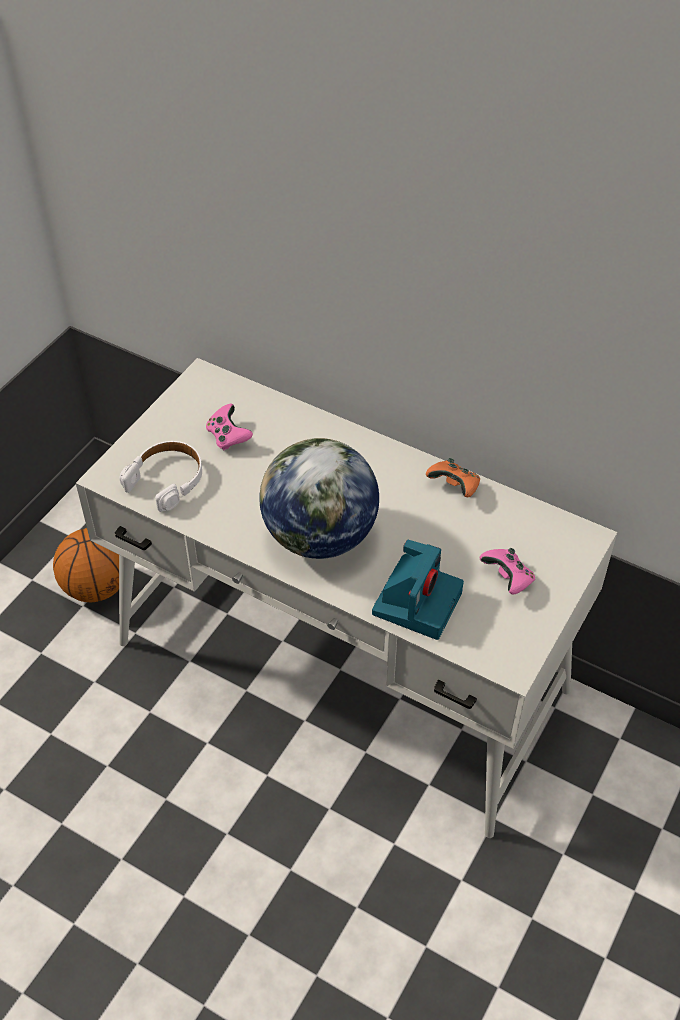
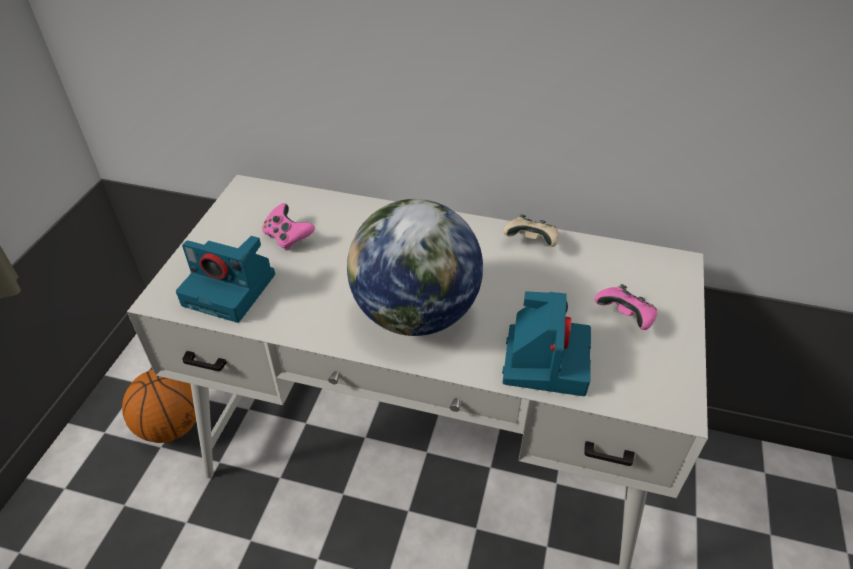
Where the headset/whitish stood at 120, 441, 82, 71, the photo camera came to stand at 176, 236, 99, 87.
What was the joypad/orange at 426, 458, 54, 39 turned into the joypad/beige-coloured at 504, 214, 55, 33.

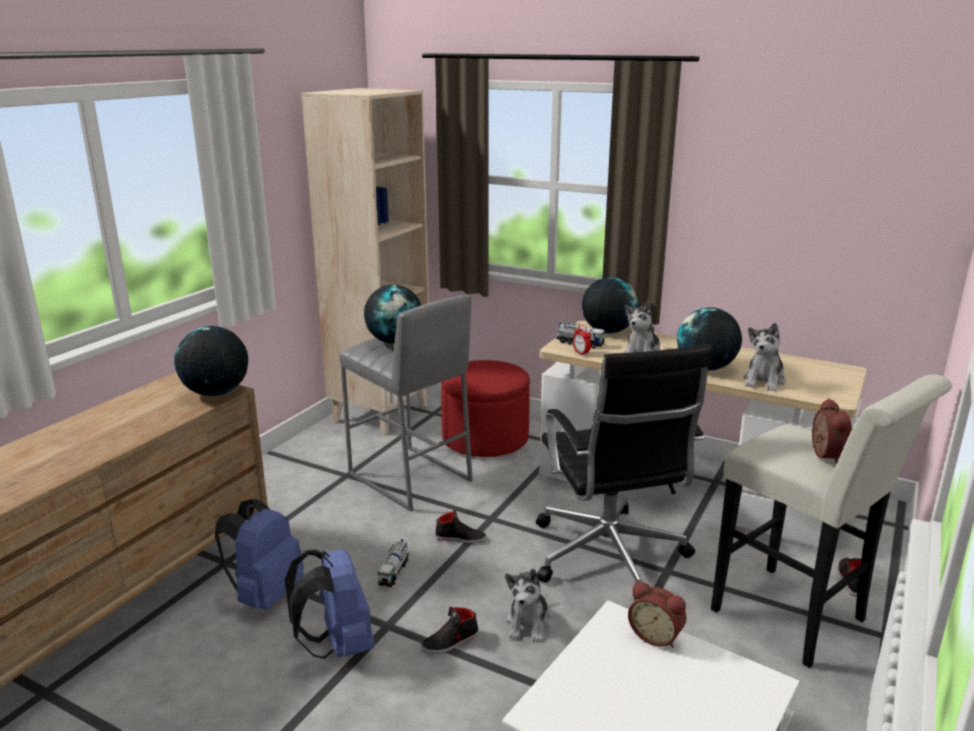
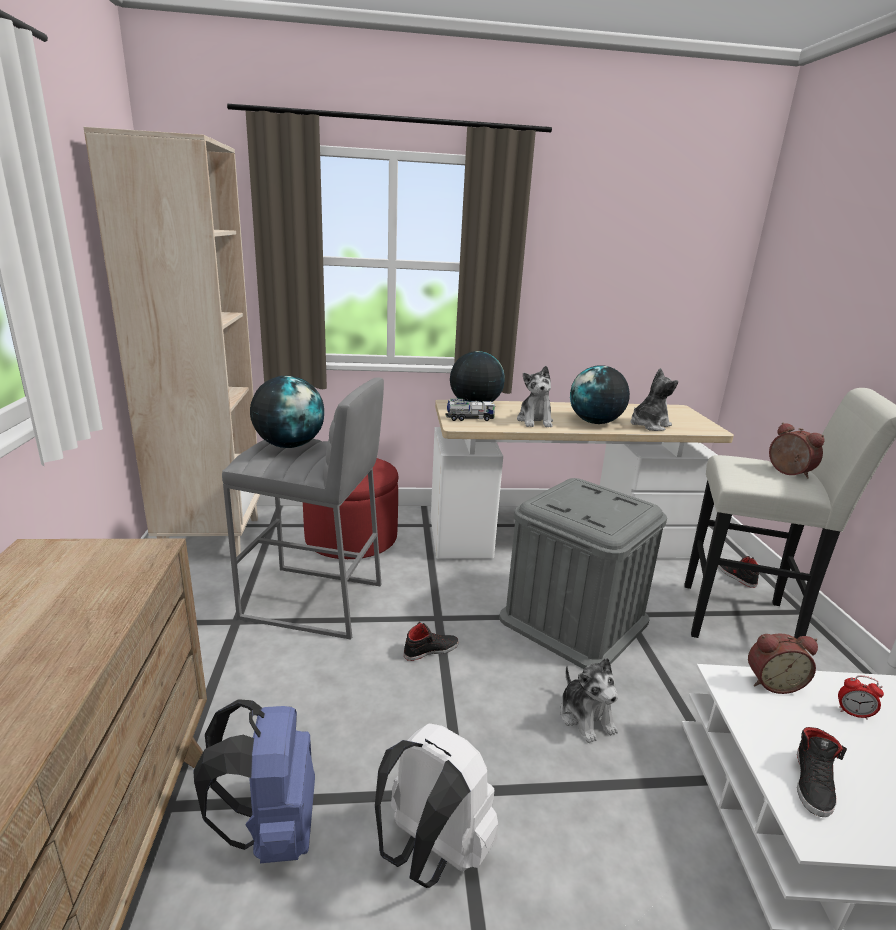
The plush toy at 743, 323, 43, 68 ended up facing another way, 120 degrees counterclockwise from before.
The alarm clock ended up elsewhere, having gone from 573, 325, 18, 31 to 838, 675, 46, 45.
The second view lost the desk globe at 174, 326, 74, 70.
Where the office chair/black stood at 536, 344, 176, 256, the storage bin/greyish came to stand at 499, 478, 168, 191.
The second view lost the model truck at 378, 539, 31, 48.
What was the knapsack/bluish at 285, 549, 89, 110 turned into the knapsack/whitish at 375, 723, 123, 165.
The shoe/black ended up elsewhere, having gone from 421, 607, 57, 47 to 797, 727, 50, 90.

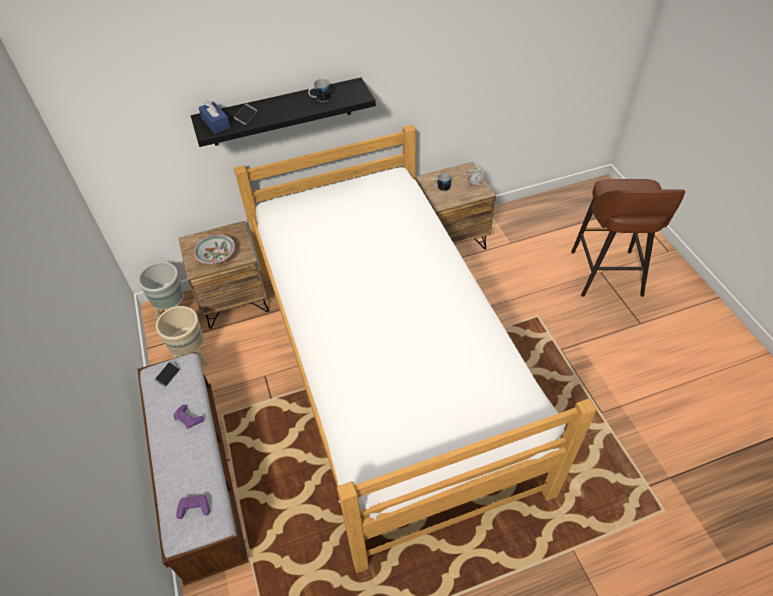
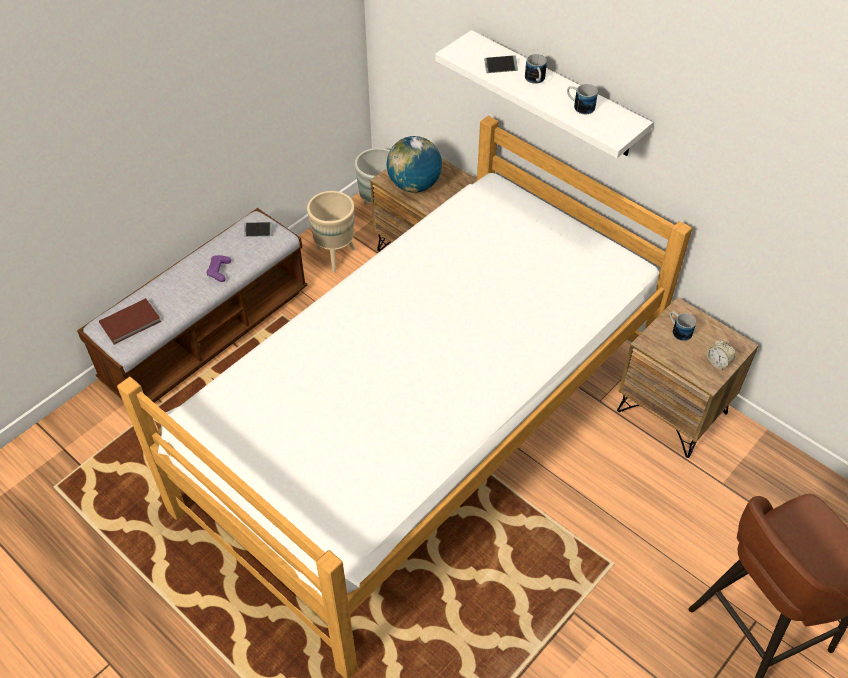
What was the bracket shelf/black at 191, 77, 185, 70 turned into the bracket shelf/whitish at 435, 30, 218, 128.
The second view lost the tissue holder/bluish at 198, 100, 32, 34.
Where the bowl stood at 194, 234, 41, 30, the desk globe came to stand at 386, 136, 56, 57.
Where the joypad/purple-coloured stood at 176, 495, 34, 24, the book/brownish came to stand at 99, 298, 62, 47.
The second view gained the tea mug at 525, 54, 22, 30.

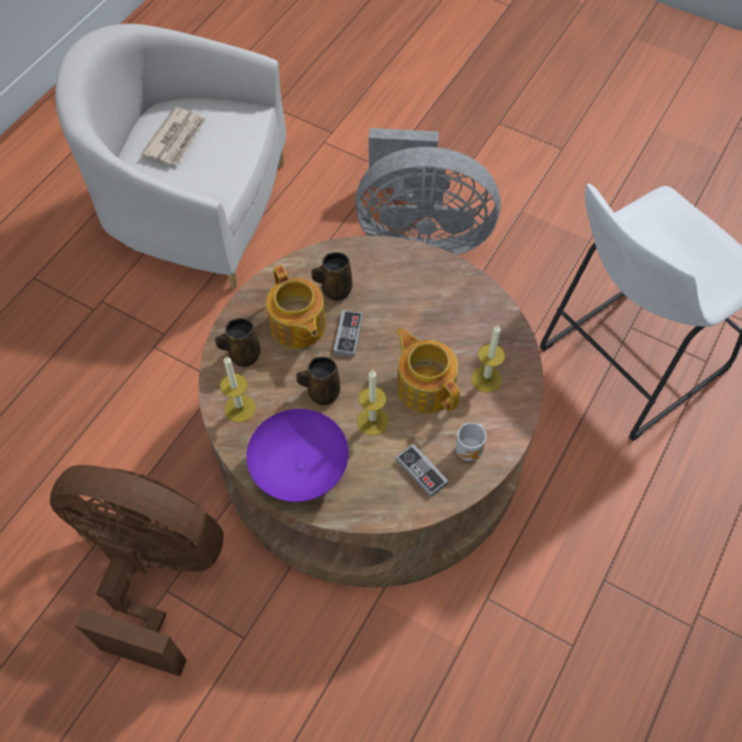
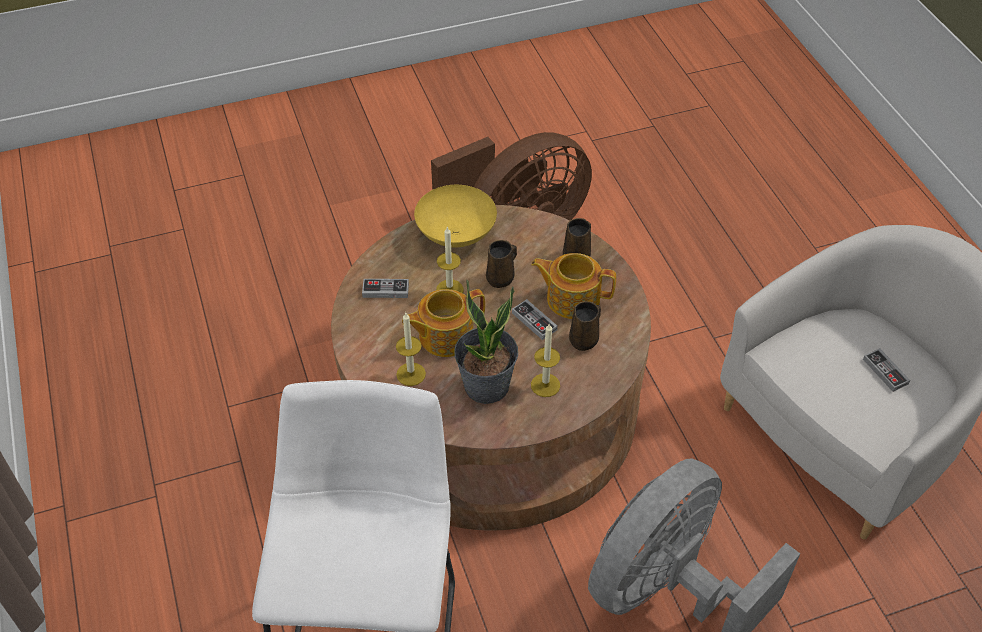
Where the daily paper stood at 141, 107, 65, 58, the joypad came to stand at 863, 348, 47, 44.
The tea pot at 396, 328, 64, 85 ended up facing another way, 150 degrees clockwise from before.
The wax light ended up elsewhere, having gone from 220, 356, 36, 66 to 531, 324, 29, 73.
What was the bowl/purple-coloured at 246, 409, 103, 93 turned into the bowl/yellowish at 414, 185, 83, 62.
The second view lost the tea mug at 456, 423, 30, 38.
The second view gained the houseplant at 455, 280, 63, 124.

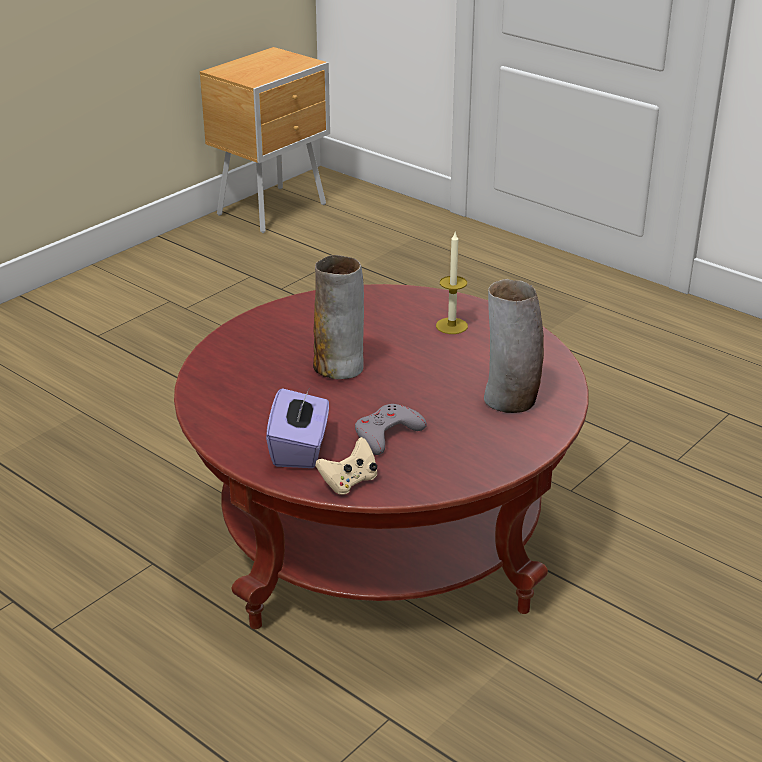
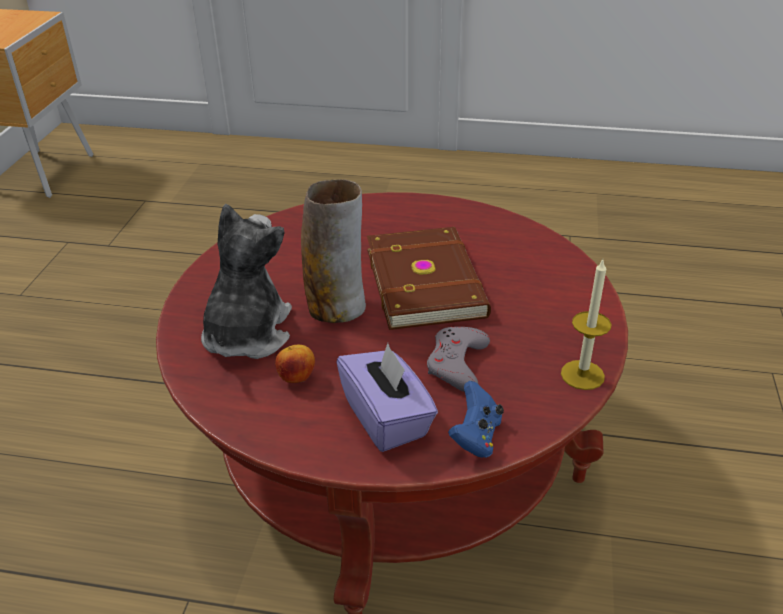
The wax light ended up elsewhere, having gone from 436, 233, 32, 101 to 561, 260, 50, 130.
The second view lost the vase at 484, 279, 60, 134.
What was the joypad/beige-coloured at 315, 437, 62, 58 turned into the joypad/bluish at 448, 381, 56, 77.
The second view gained the plush toy at 201, 204, 91, 155.
The second view gained the book/brownish at 367, 227, 124, 103.
The second view gained the apple fruit at 275, 345, 40, 38.

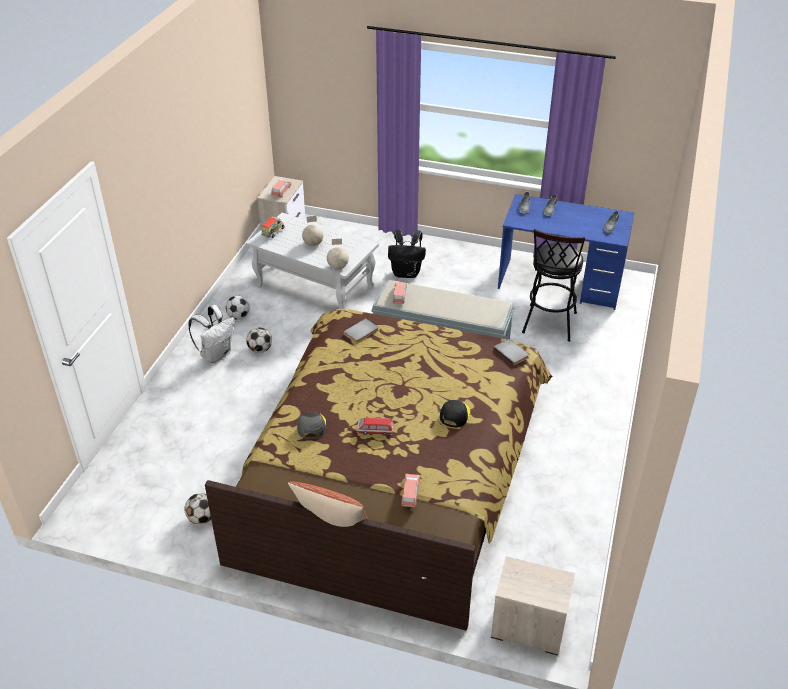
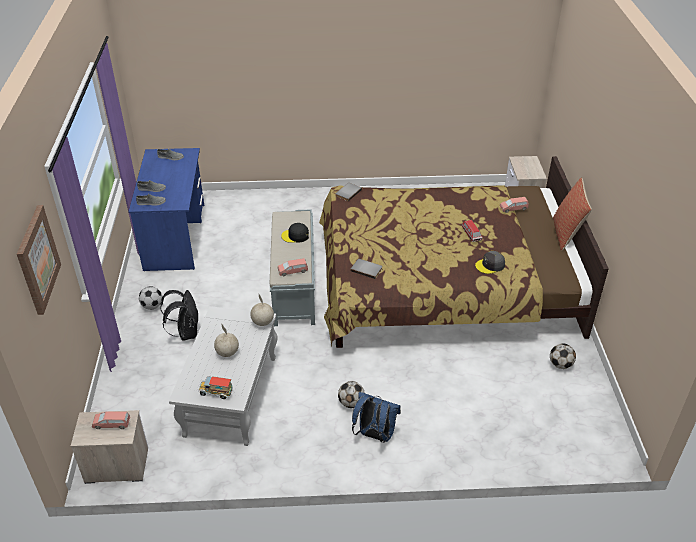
The second view lost the sitting stool/black at 522, 229, 63, 113.
The ball for football ended up elsewhere, having gone from 226, 295, 24, 25 to 139, 286, 23, 24.
What was the knapsack/whitish at 188, 305, 47, 58 turned into the knapsack/bluish at 352, 392, 49, 51.
The cap/black ended up elsewhere, having gone from 440, 400, 30, 27 to 281, 223, 28, 20.
The second view gained the picture at 17, 205, 44, 110.

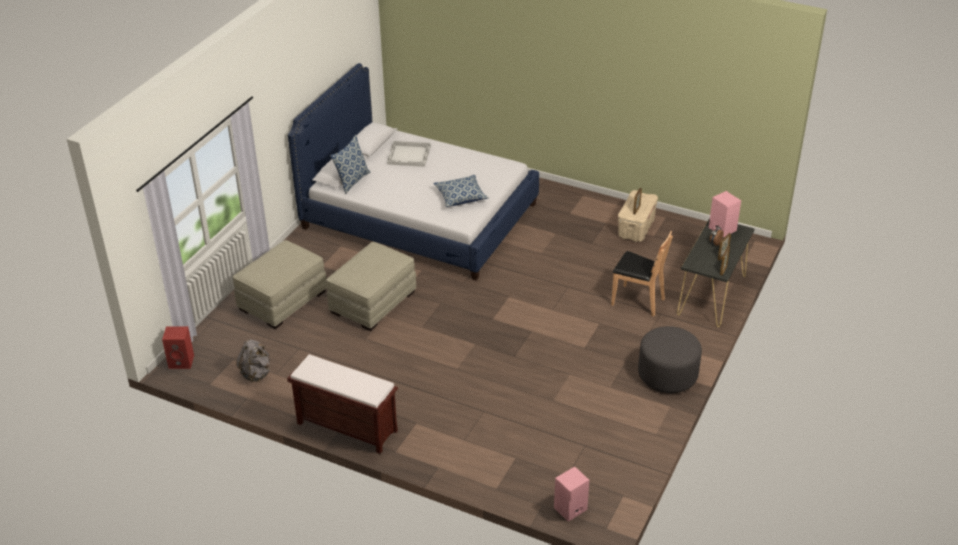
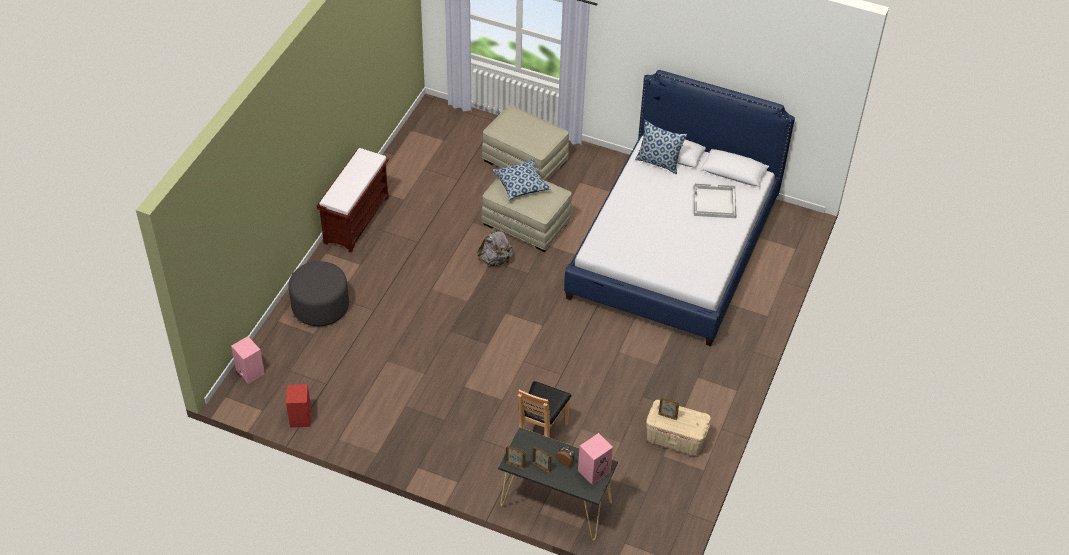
The throw pillow ended up elsewhere, having gone from 433, 175, 56, 32 to 492, 159, 59, 41.
The speaker/red-coloured ended up elsewhere, having gone from 162, 326, 32, 43 to 286, 384, 25, 44.
The ottoman/greyish ended up elsewhere, having gone from 638, 326, 64, 67 to 288, 261, 61, 65.
The knapsack/greyish ended up elsewhere, having gone from 236, 339, 34, 43 to 477, 228, 36, 38.

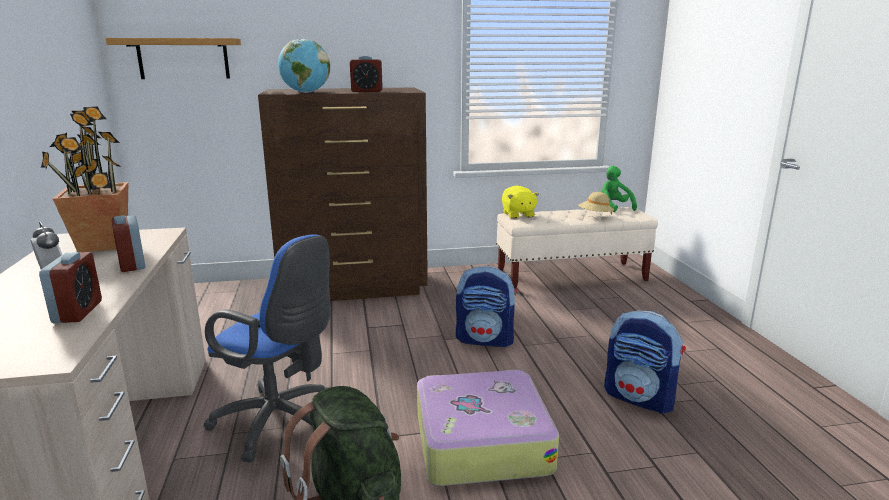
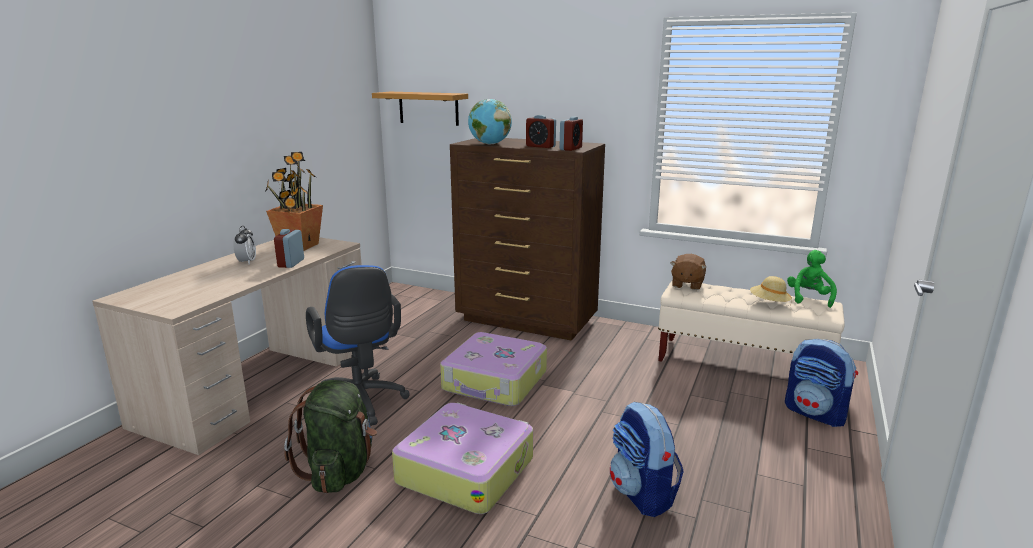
What was the plush toy/yellowish at 502, 186, 37, 33 turned into the plush toy/brownish at 670, 254, 36, 36.
The alarm clock ended up elsewhere, having gone from 39, 252, 63, 71 to 560, 116, 23, 35.
The knapsack ended up elsewhere, having gone from 456, 265, 61, 83 to 785, 339, 73, 88.
The second view gained the piece of luggage at 440, 332, 107, 74.

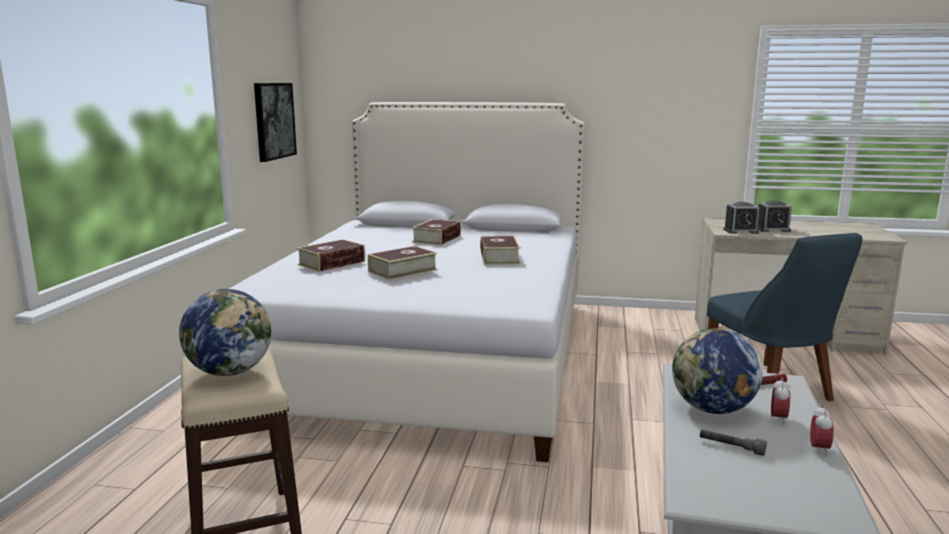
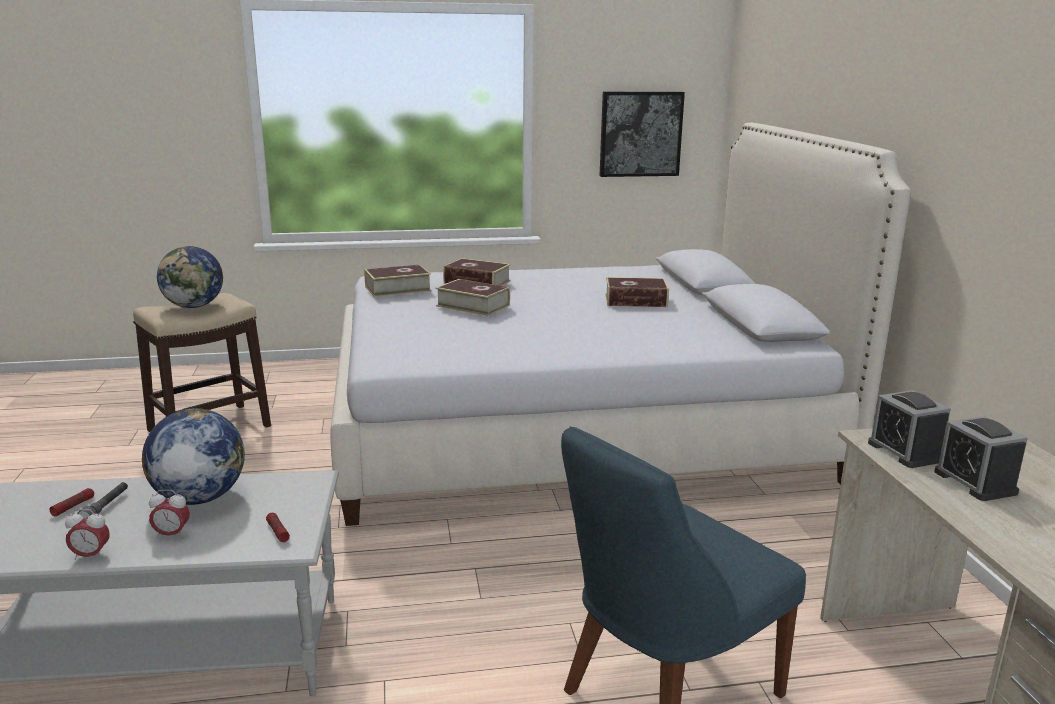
The book ended up elsewhere, having gone from 480, 236, 41, 29 to 364, 265, 67, 32.
The second view gained the flashlight at 50, 488, 44, 28.

